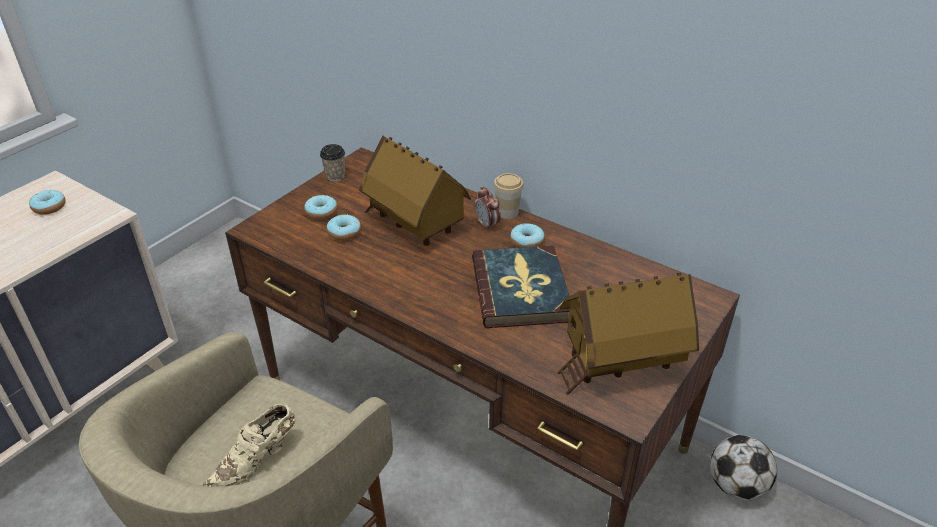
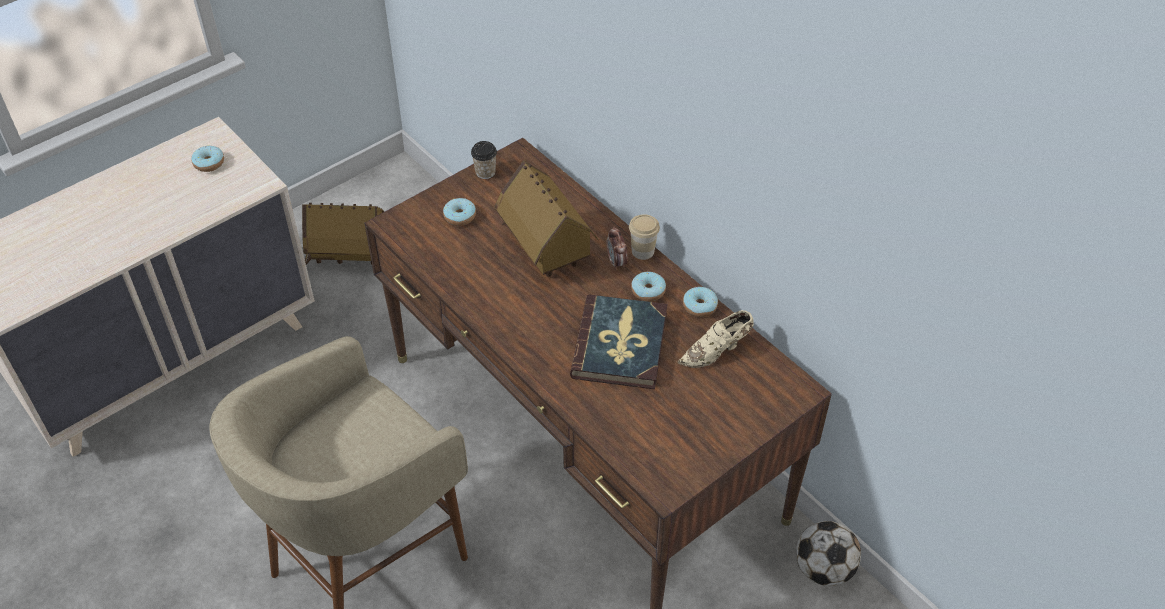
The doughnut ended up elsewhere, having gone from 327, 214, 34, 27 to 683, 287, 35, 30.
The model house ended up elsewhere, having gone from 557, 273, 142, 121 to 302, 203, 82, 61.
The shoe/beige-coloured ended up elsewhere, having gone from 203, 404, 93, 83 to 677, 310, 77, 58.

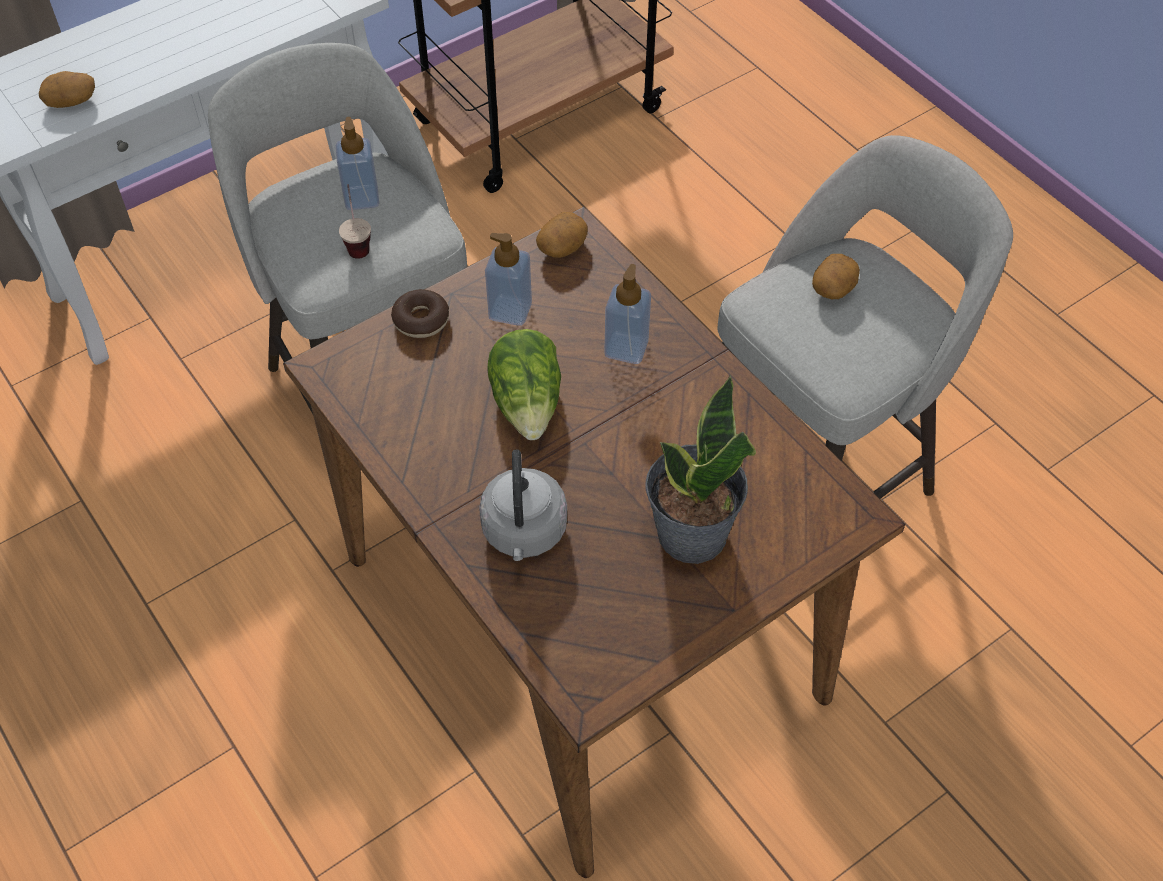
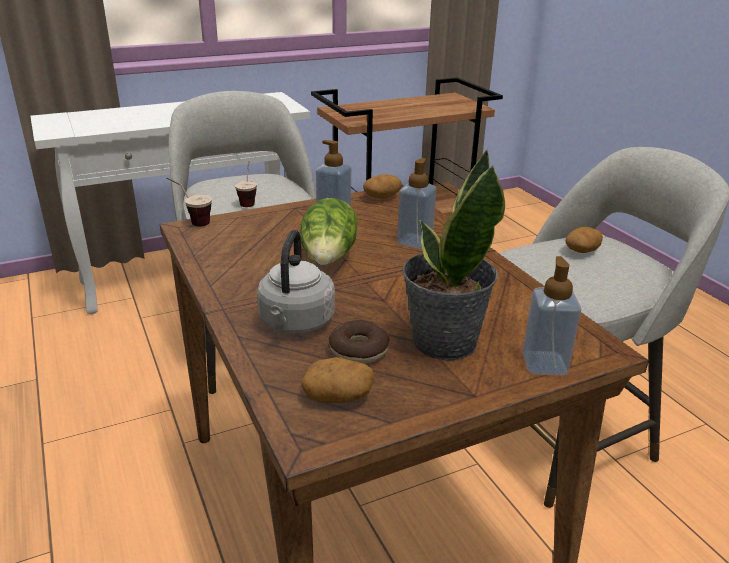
The potato ended up elsewhere, having gone from 39, 71, 56, 37 to 301, 358, 73, 45.
The soap bottle ended up elsewhere, having gone from 336, 117, 43, 93 to 522, 256, 59, 119.
The doughnut ended up elsewhere, having gone from 391, 289, 58, 49 to 329, 320, 61, 44.
The second view gained the drinking cup at 167, 177, 45, 49.

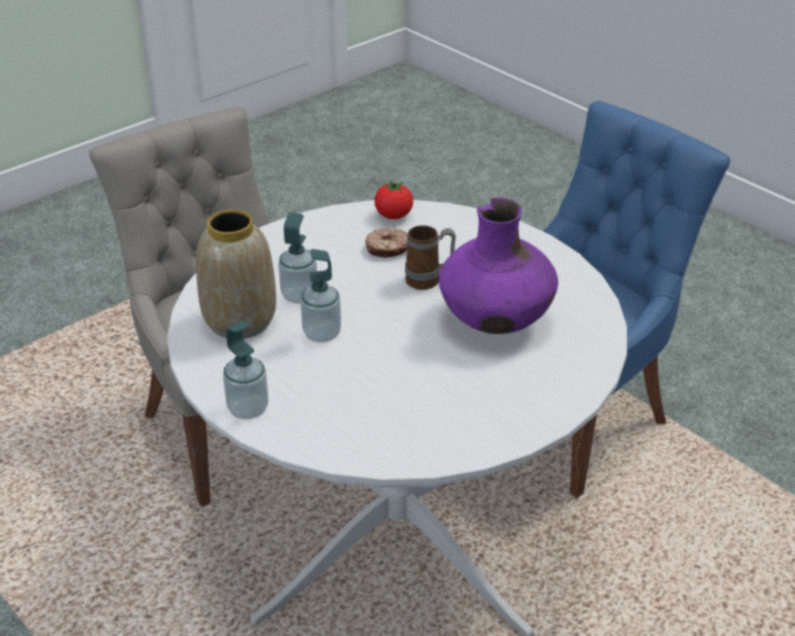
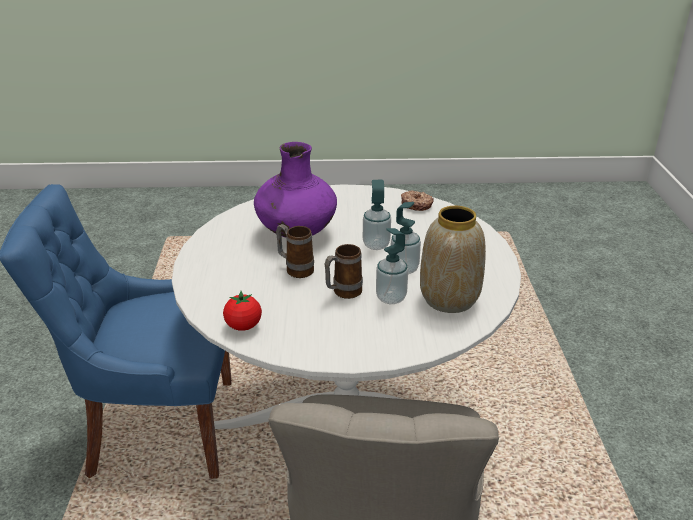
The doughnut ended up elsewhere, having gone from 365, 228, 43, 30 to 401, 190, 33, 21.
The soap bottle ended up elsewhere, having gone from 223, 321, 45, 98 to 363, 180, 28, 70.
The second view gained the tea mug at 325, 244, 38, 55.

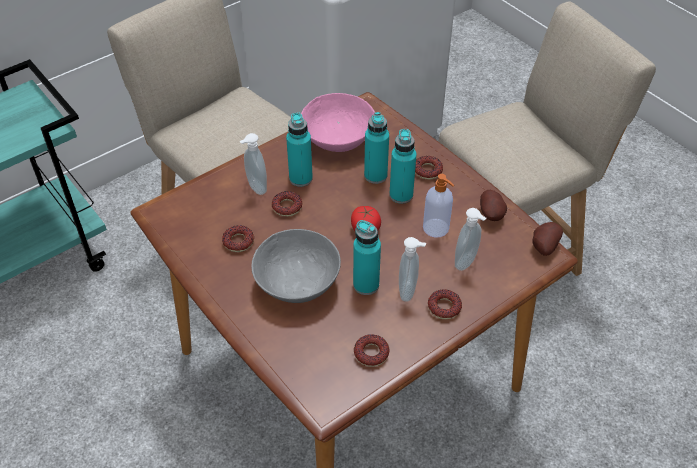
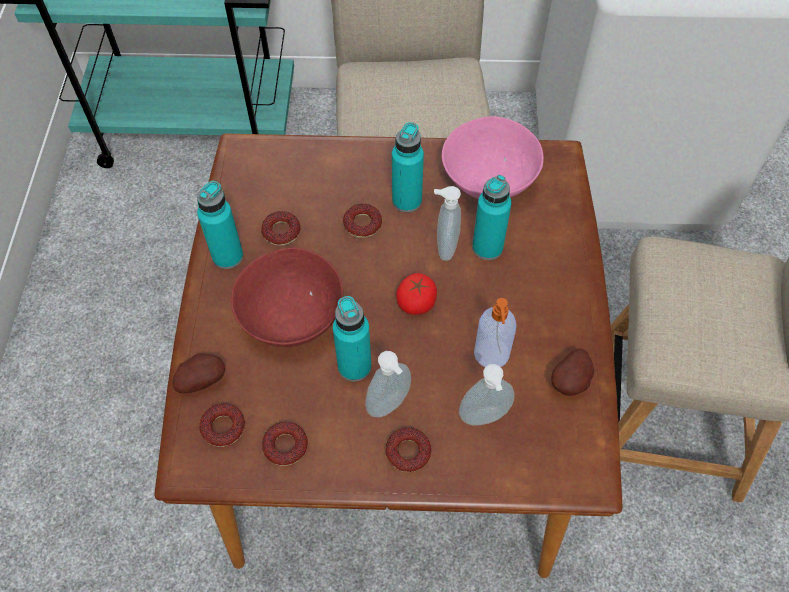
The beverage bottle/turquoise-coloured ended up elsewhere, having gone from 389, 129, 27, 75 to 197, 181, 46, 88.
The soap bottle ended up elsewhere, having gone from 239, 133, 28, 62 to 434, 186, 27, 75.
The doughnut ended up elsewhere, having gone from 415, 156, 28, 24 to 200, 403, 45, 44.
The potato ended up elsewhere, having gone from 532, 222, 31, 34 to 172, 354, 53, 39.
What was the bowl/greyish at 251, 229, 90, 74 turned into the bowl/red-coloured at 231, 248, 112, 99.

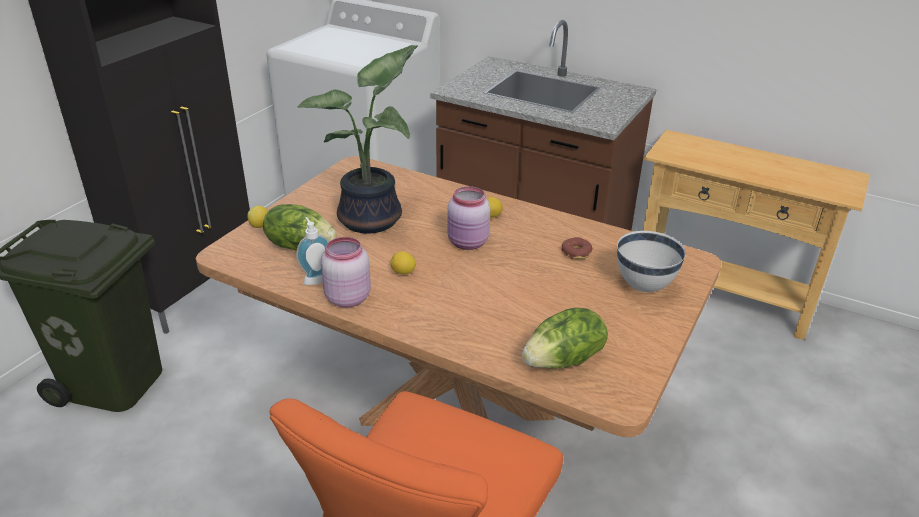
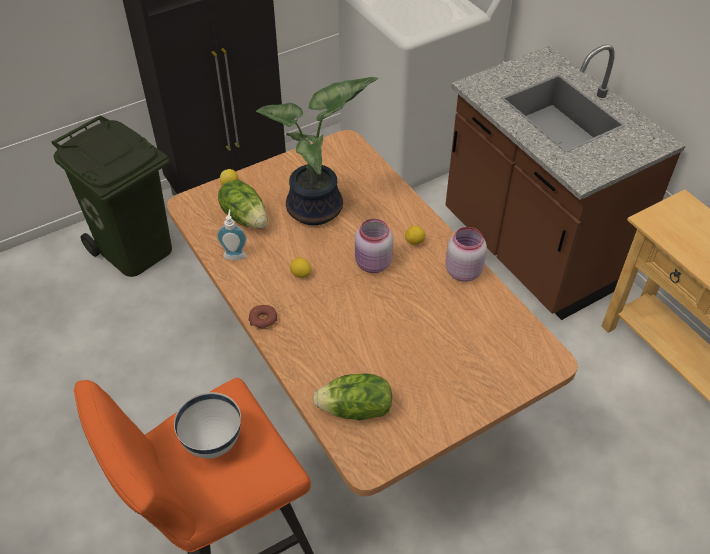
The bowl/whitish ended up elsewhere, having gone from 617, 231, 69, 61 to 174, 392, 67, 67.
The jar/pinkish ended up elsewhere, having gone from 321, 237, 50, 70 to 446, 227, 41, 55.
The doughnut ended up elsewhere, having gone from 561, 237, 31, 22 to 249, 305, 28, 24.

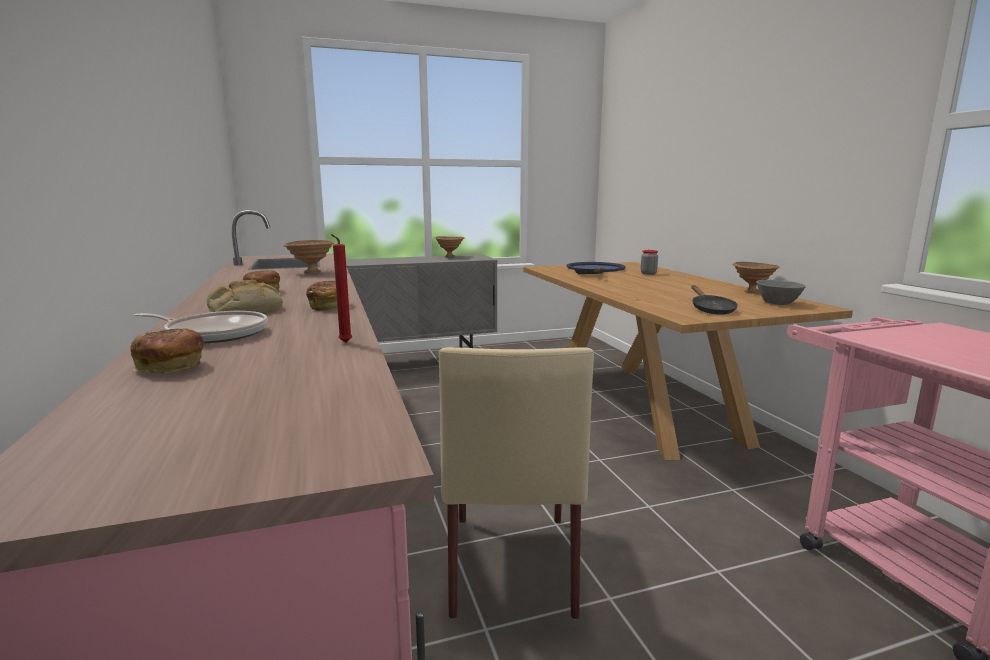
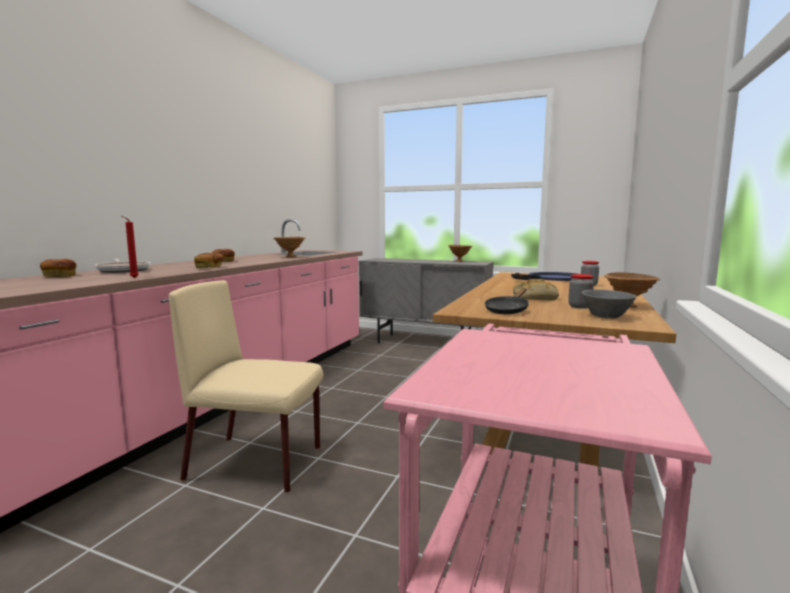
The baked bread ended up elsewhere, having gone from 207, 280, 76, 33 to 513, 279, 46, 22.
The plain chair/beige-coloured at 439, 347, 155, 273 ended up facing another way, 60 degrees clockwise from before.
The second view gained the jar at 568, 274, 26, 35.

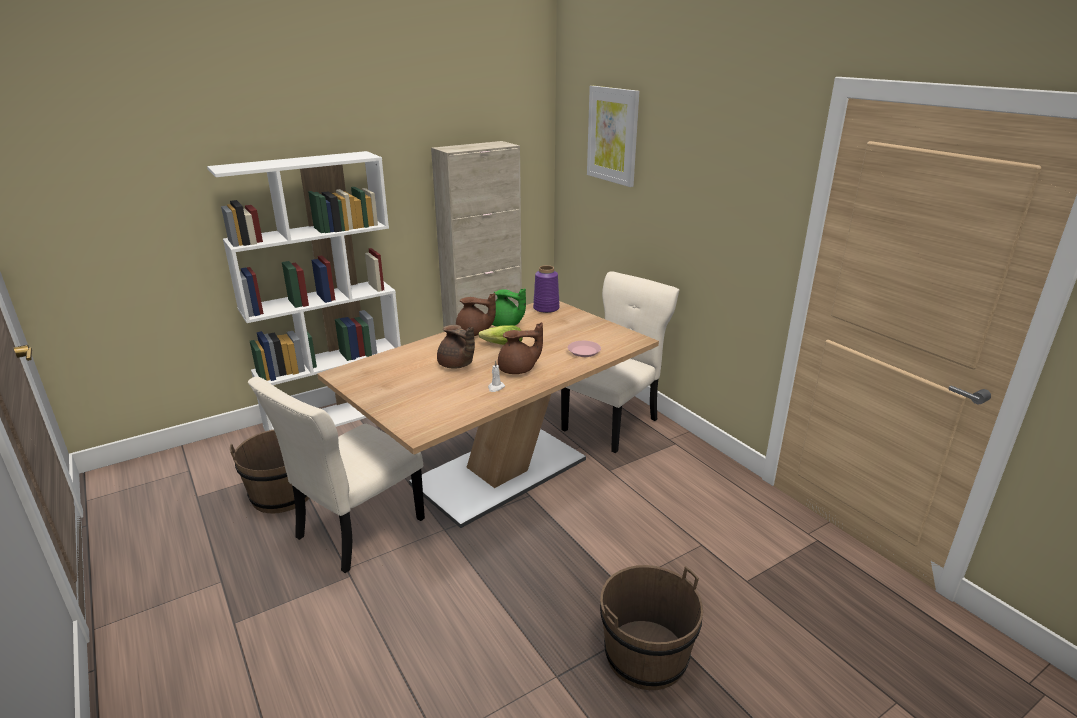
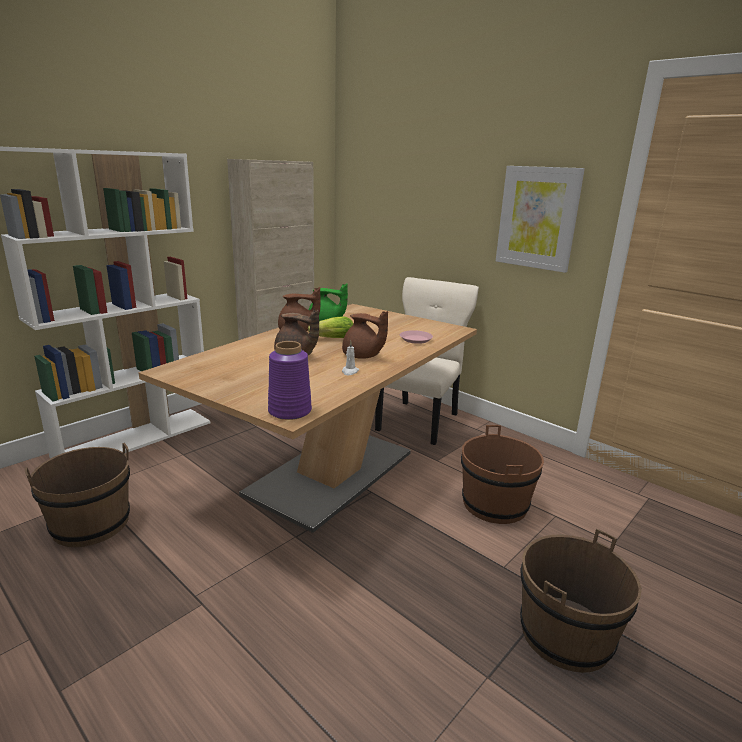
The picture ended up elsewhere, having gone from 587, 86, 52, 101 to 496, 166, 89, 107.
The vase/purple-coloured ended up elsewhere, having gone from 533, 265, 27, 48 to 268, 341, 44, 79.
The tea pot/brownish at 498, 322, 45, 52 ended up facing another way, 60 degrees clockwise from before.
The second view lost the plain chair/beige-coloured at 248, 377, 177, 196.
The second view gained the pail/brownish at 461, 425, 83, 99.

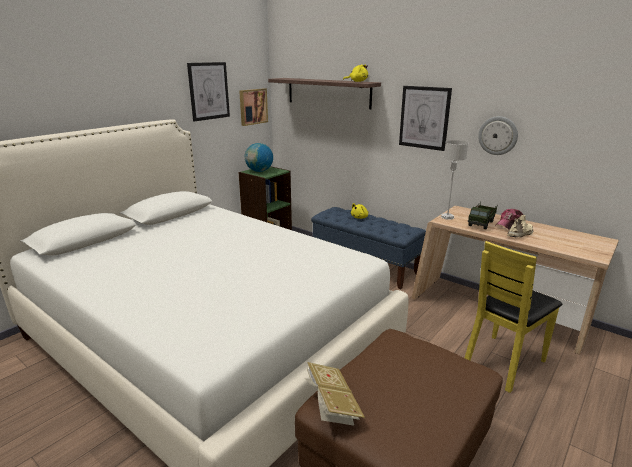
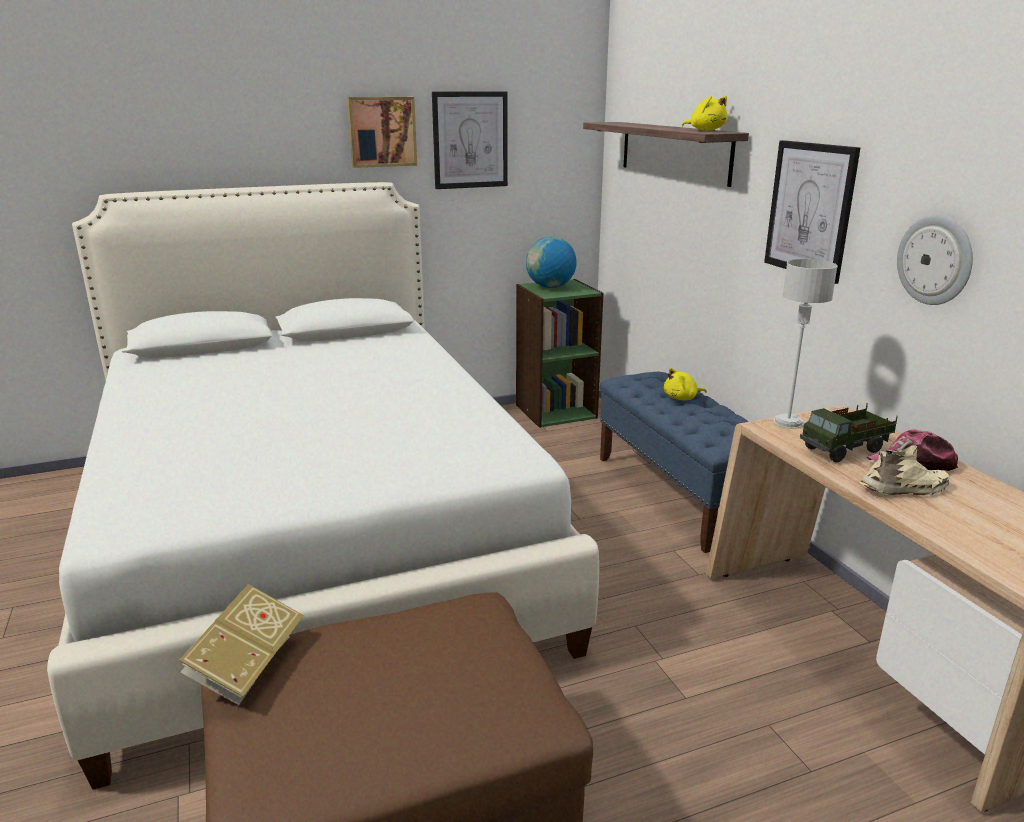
The picture ended up elsewhere, having gone from 239, 88, 29, 38 to 347, 97, 70, 71.
The second view lost the plain chair/yellowish at 465, 241, 97, 152.

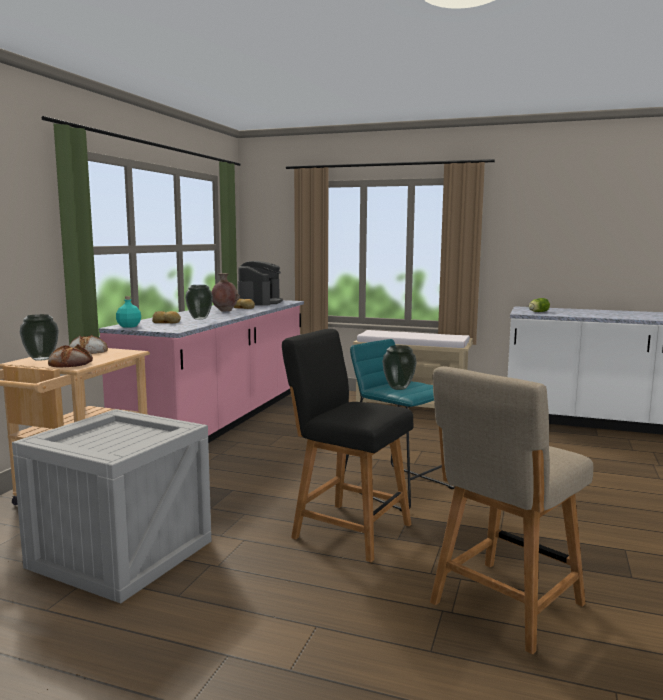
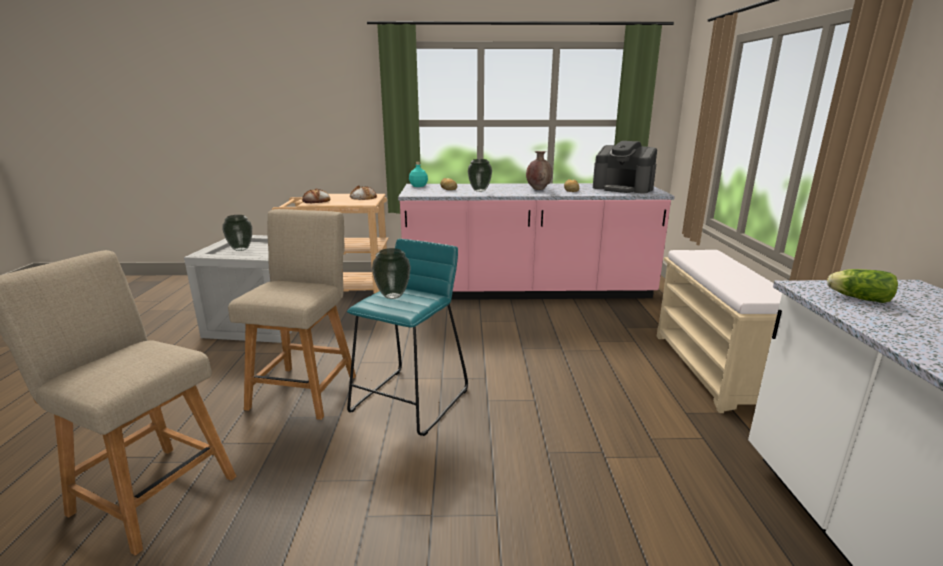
The coffee brewer at 238, 261, 45, 45 ended up facing another way, 45 degrees clockwise from before.
The vase ended up elsewhere, having gone from 20, 314, 39, 47 to 222, 215, 30, 36.
What was the plain chair/black at 282, 329, 132, 233 turned into the plain chair/beige-coloured at 228, 209, 128, 211.

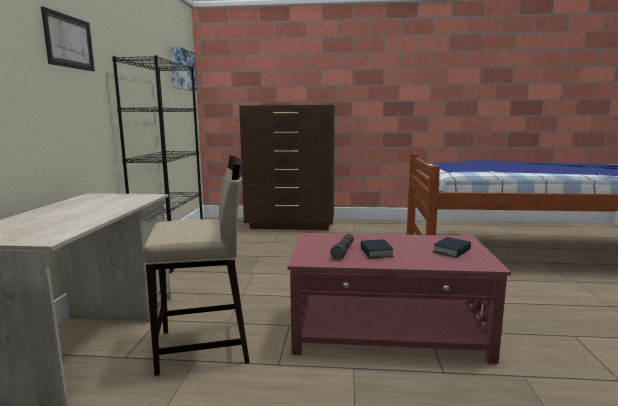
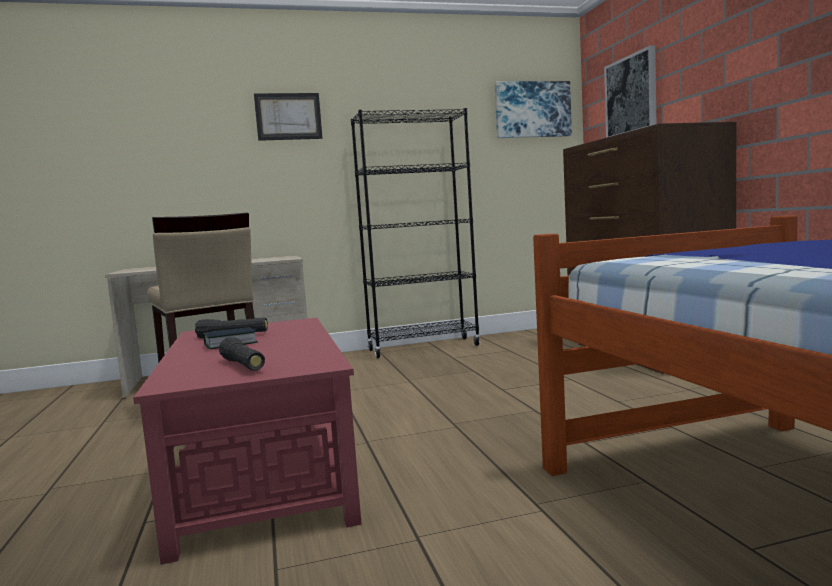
Where the book stood at 432, 237, 39, 21, the flashlight/black came to stand at 219, 337, 46, 34.
The second view gained the picture at 604, 45, 52, 93.

